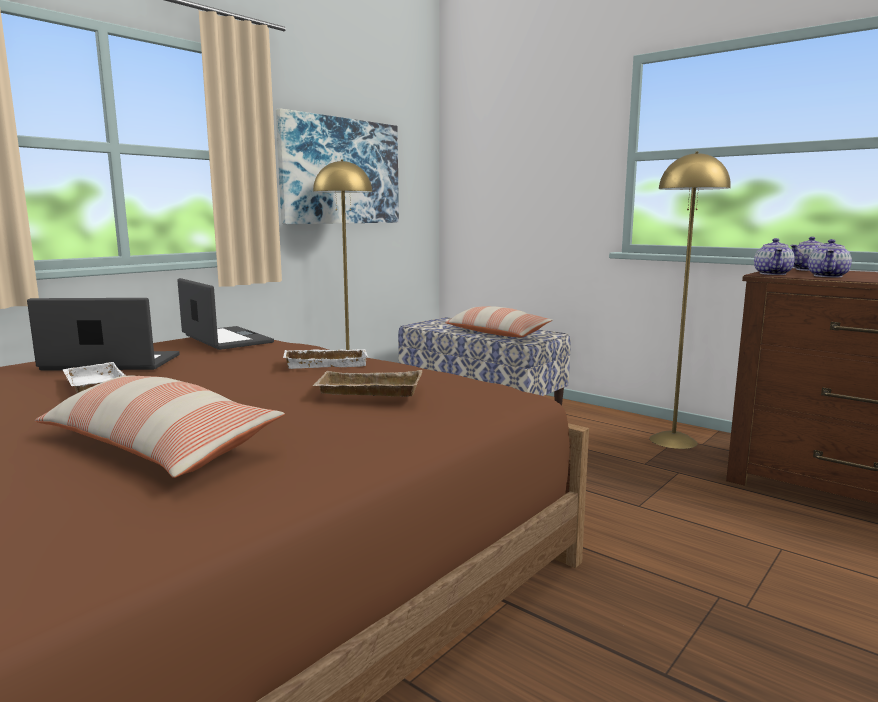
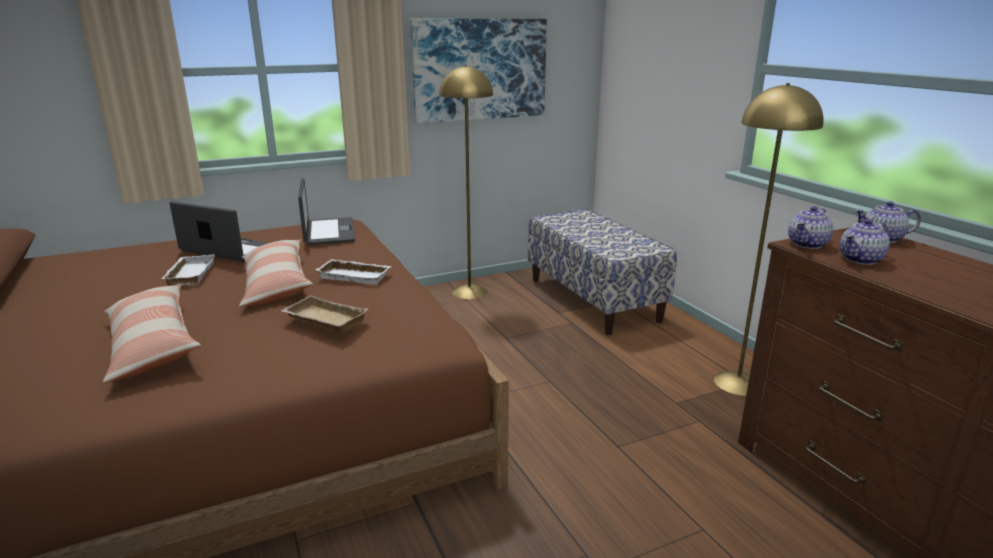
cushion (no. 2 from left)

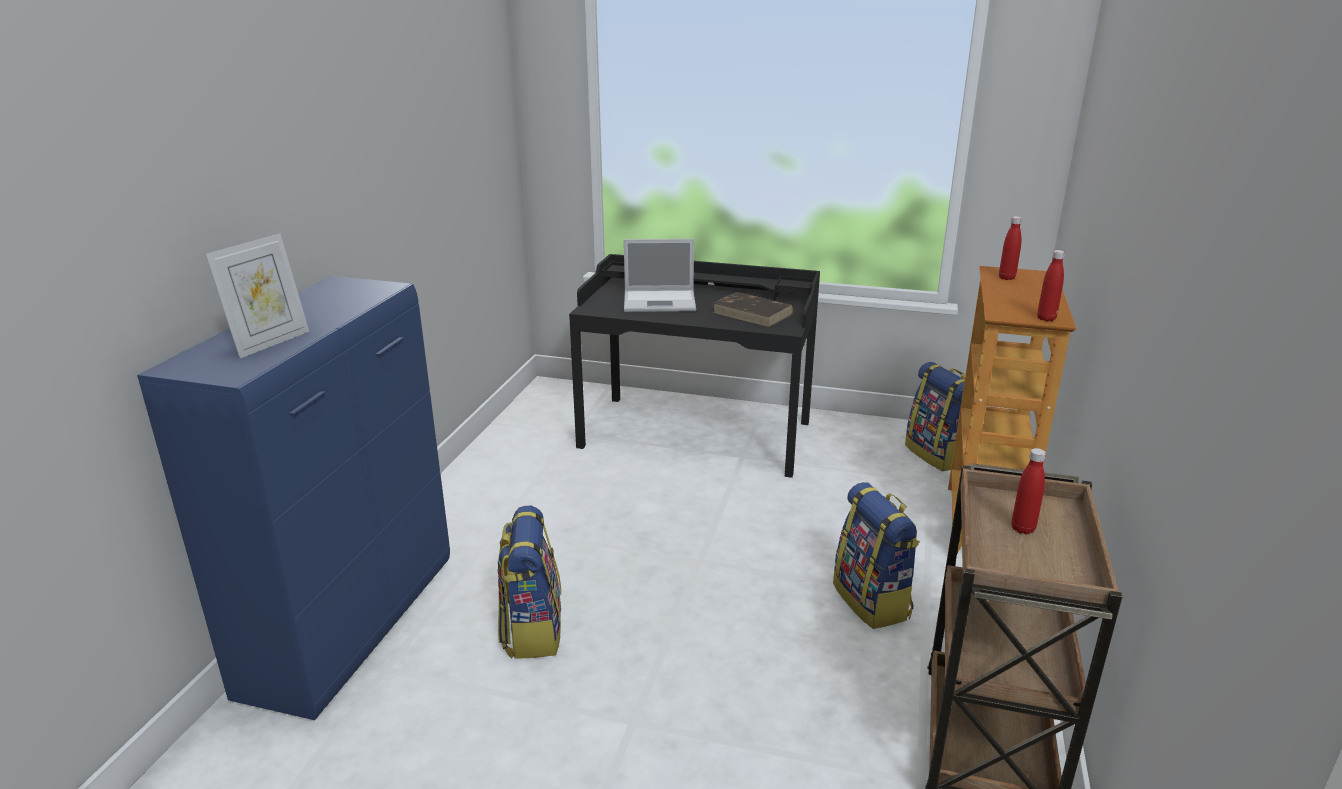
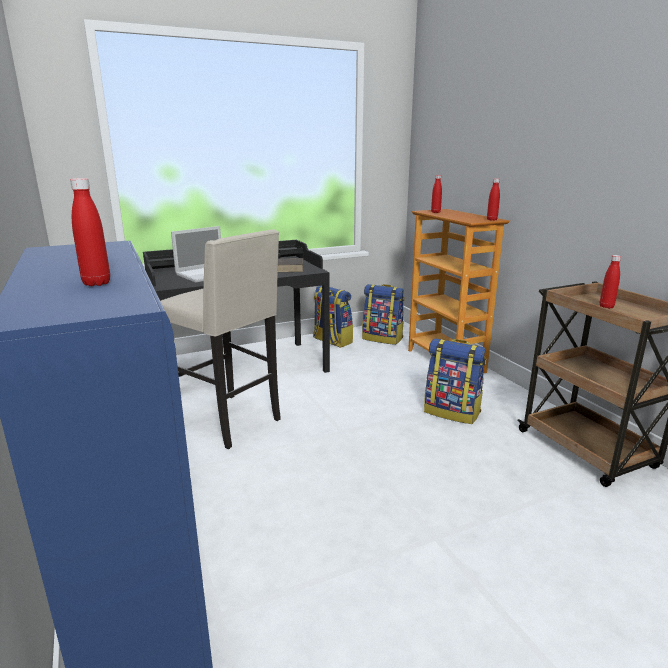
bottle in reddish (no. 1 from left)
stool in beige-coloured
rucksack (no. 1 from left)

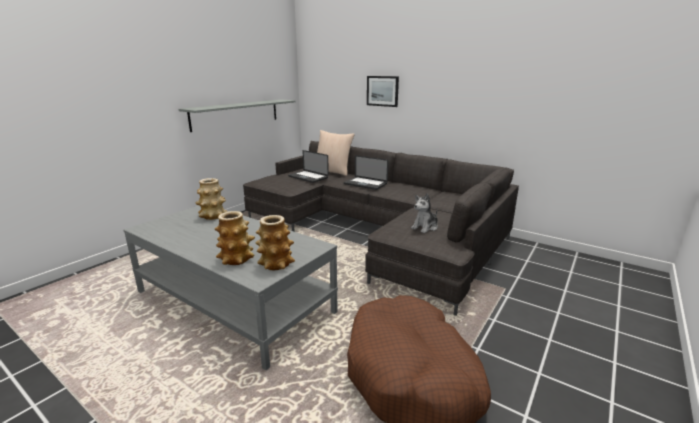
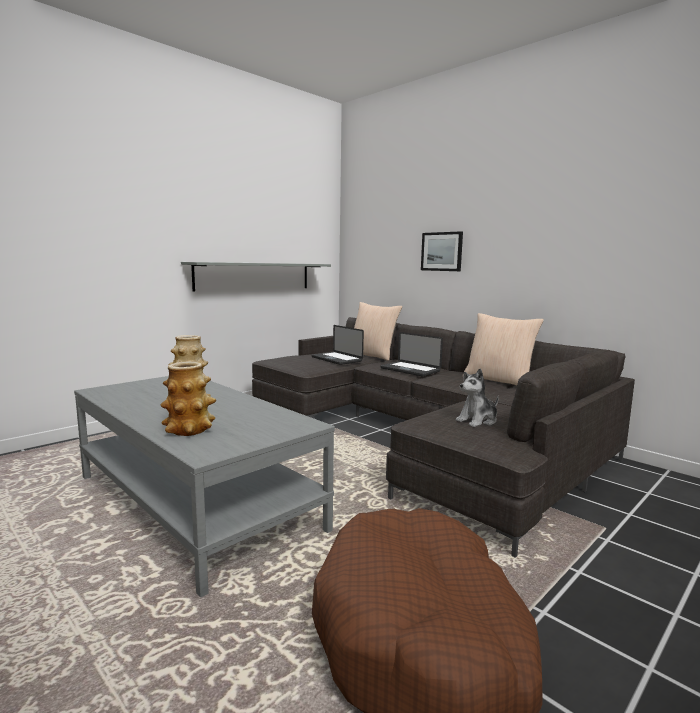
cushion in beige-coloured (no. 2 from left)
decorative vase (no. 3 from left in the first image)

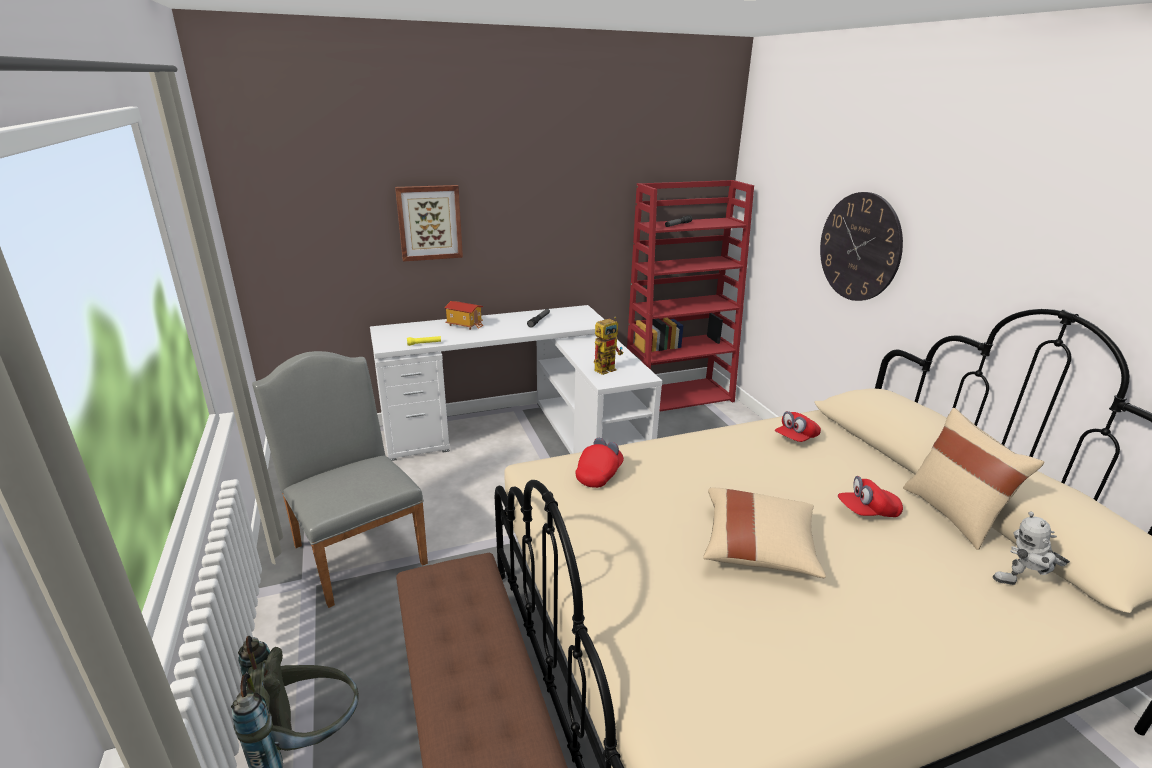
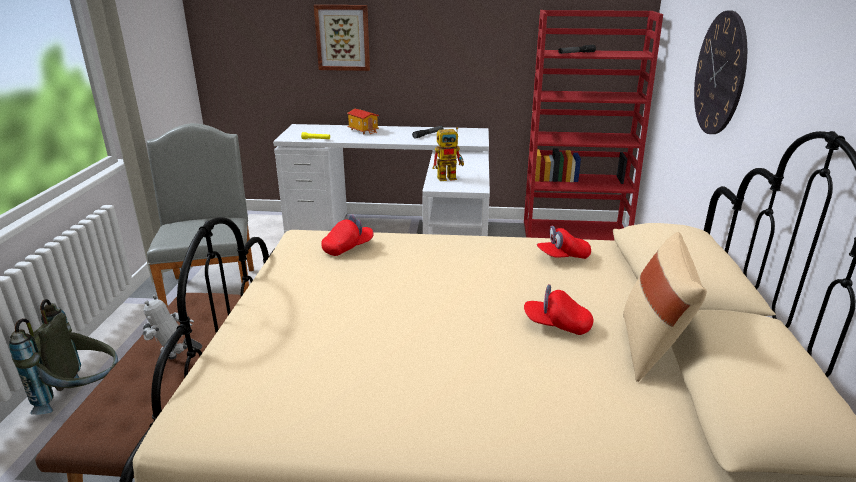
toy robot (no. 1 from left)
cushion in beige-coloured (no. 1 from left in the first image)

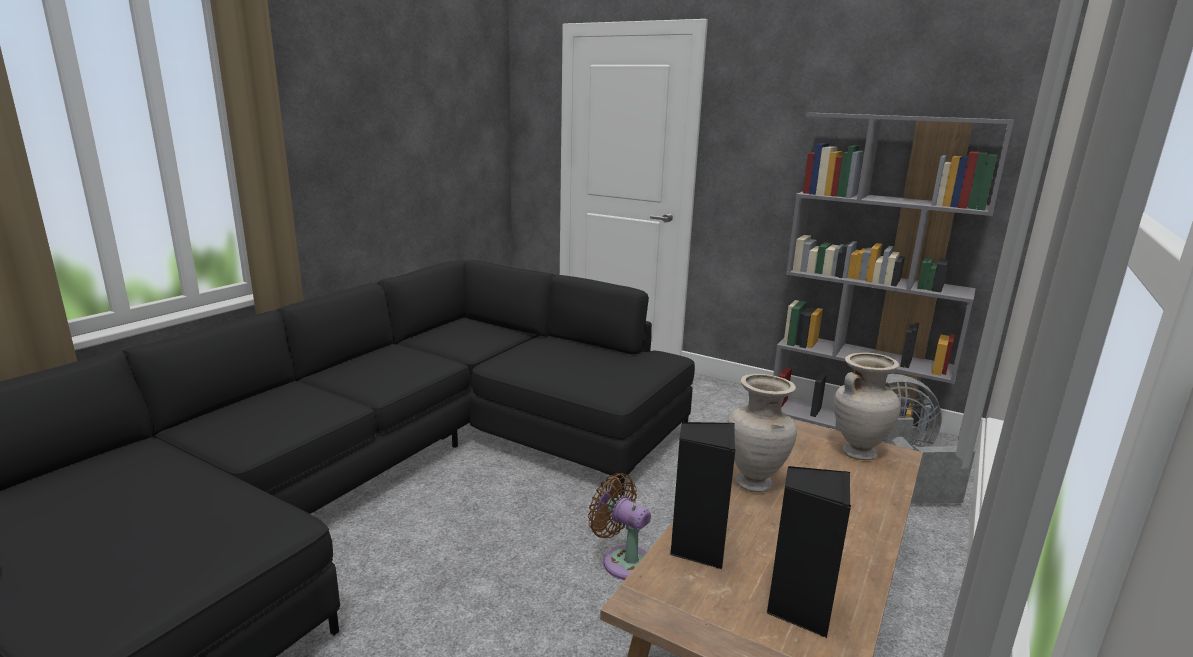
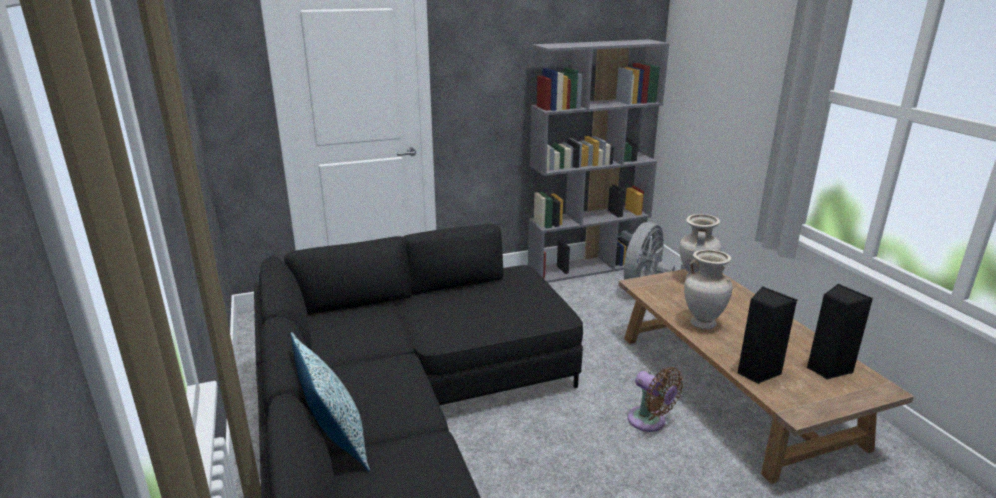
cushion
fan in brown

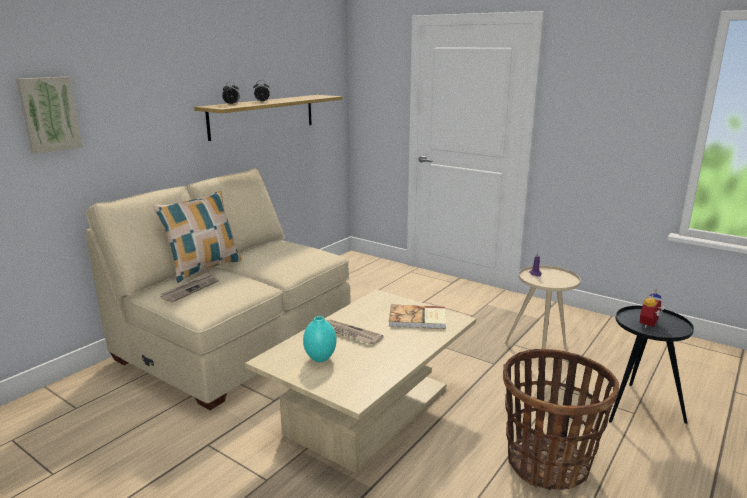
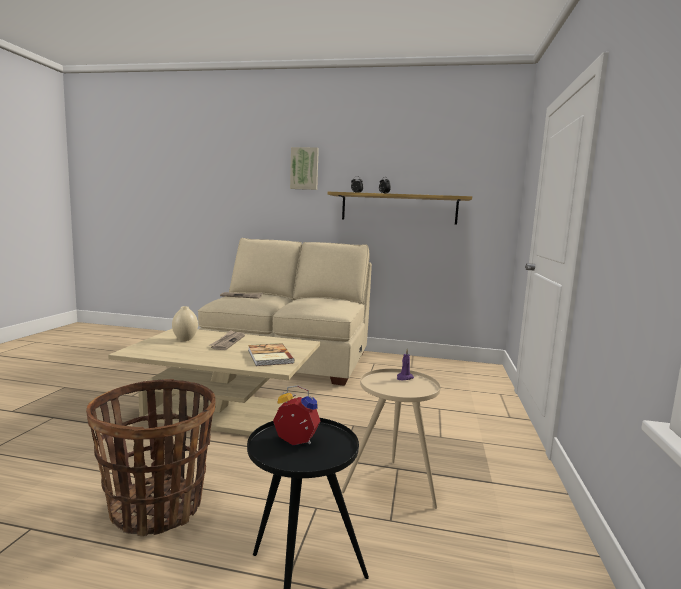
decorative vase in beige-coloured
picture
cushion

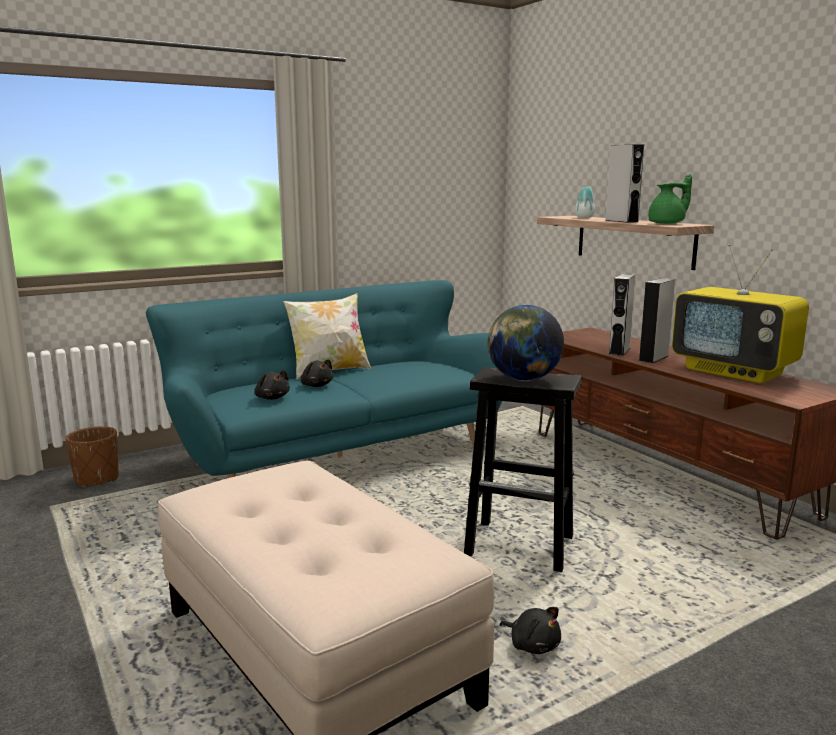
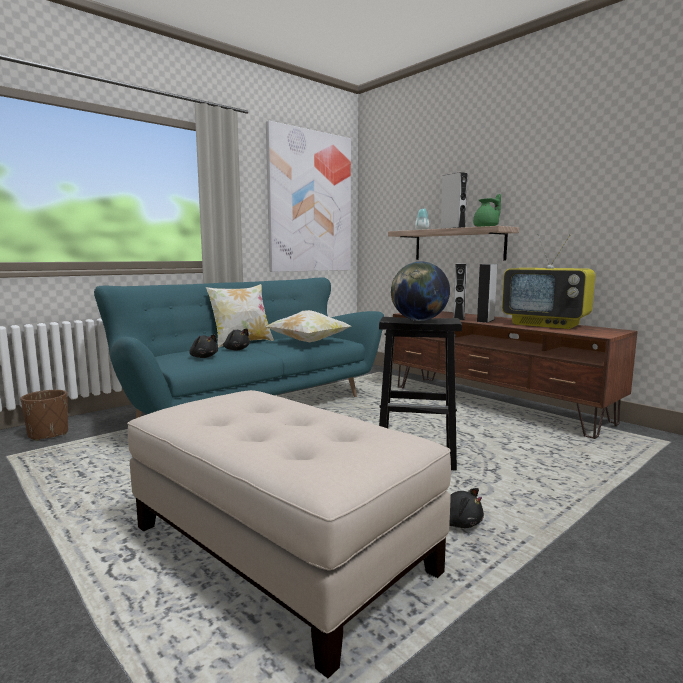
cushion (no. 2 from left)
picture

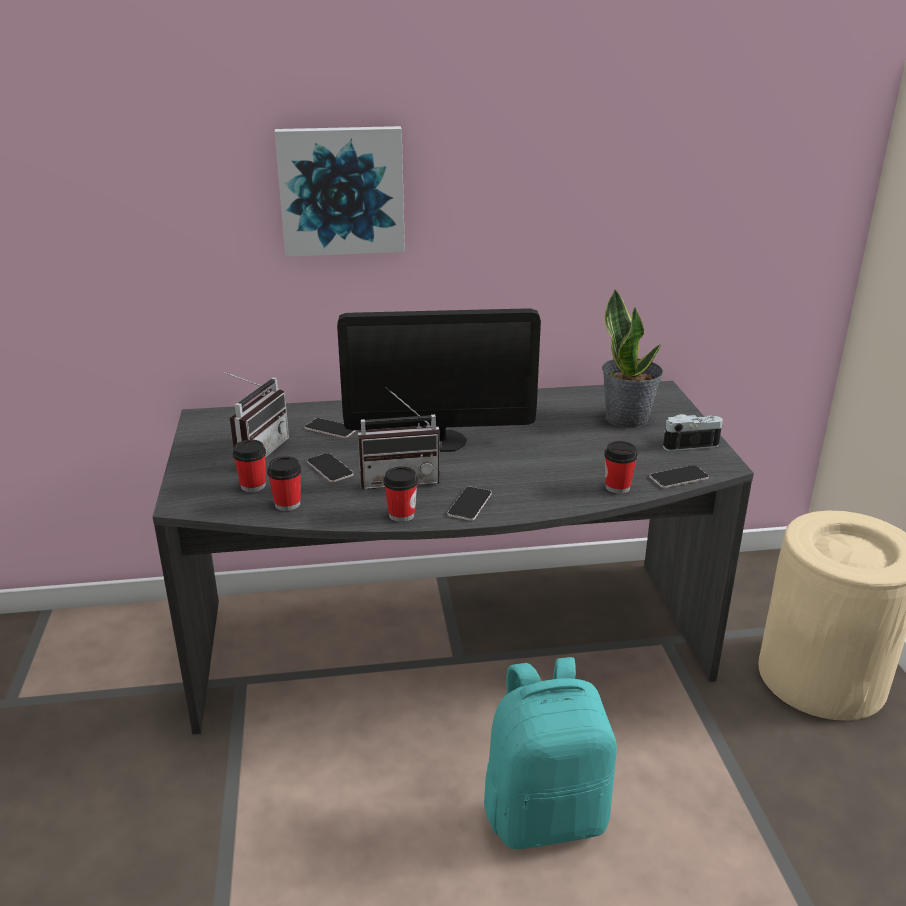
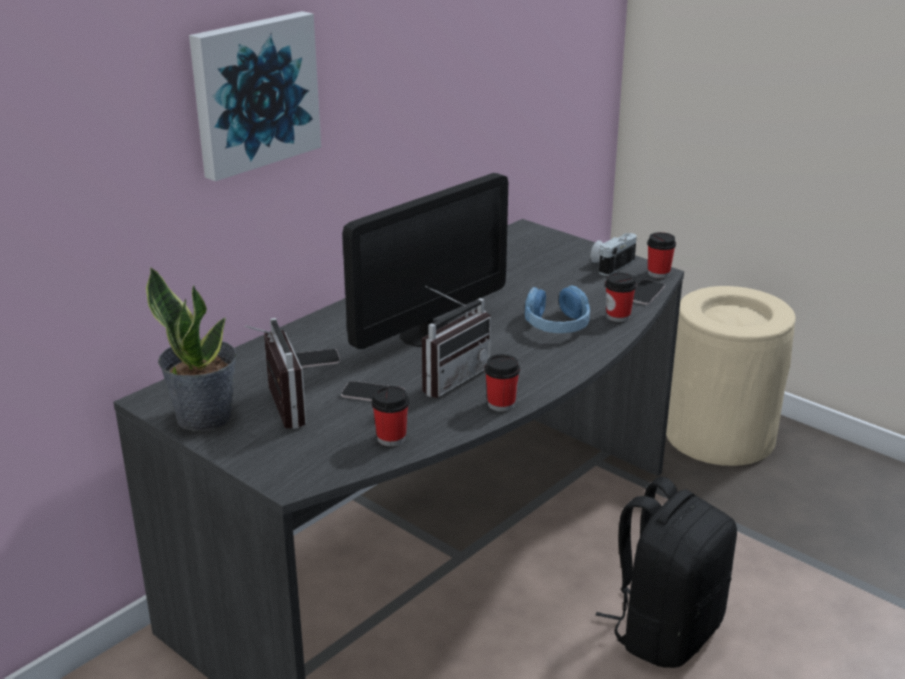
potted plant
headphones in blue-coloured
rucksack in blackish
drinking cup (no. 4 from left)
phone (no. 3 from left in the first image)

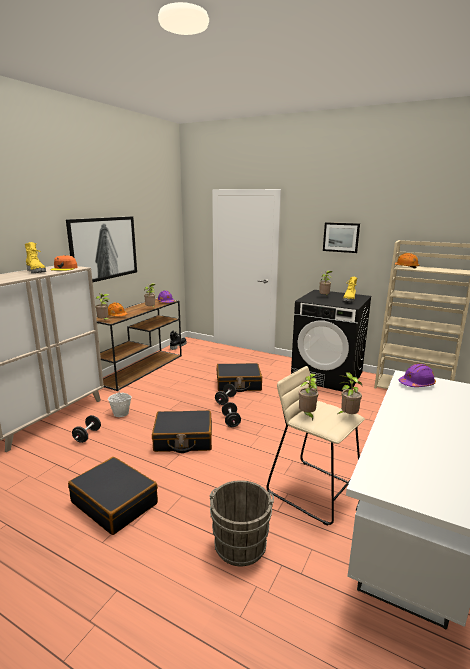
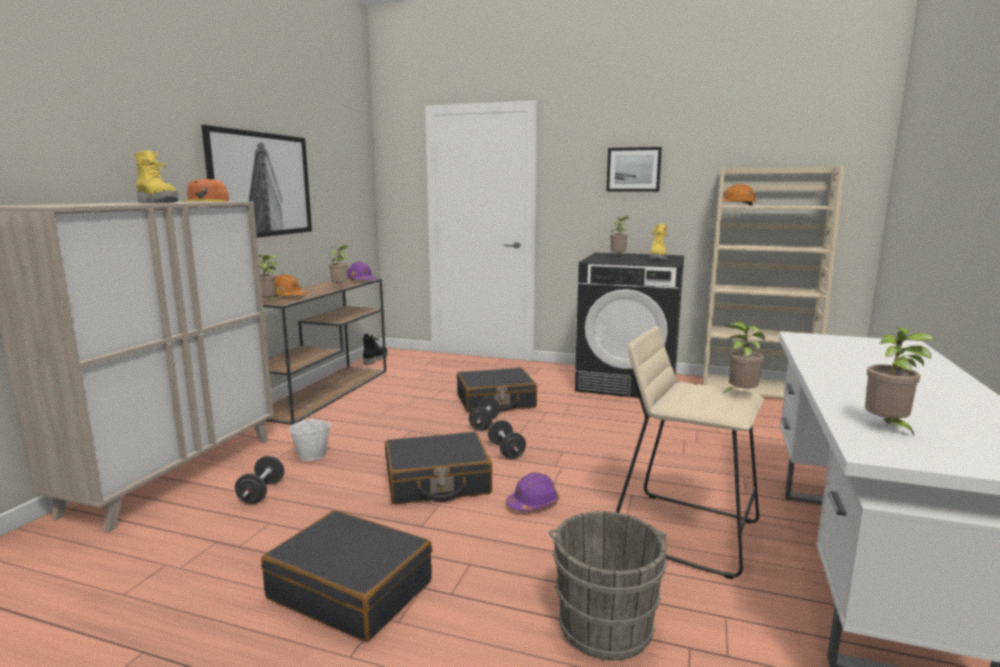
safety helmet in purple (no. 2 from left)
potted plant (no. 5 from left)

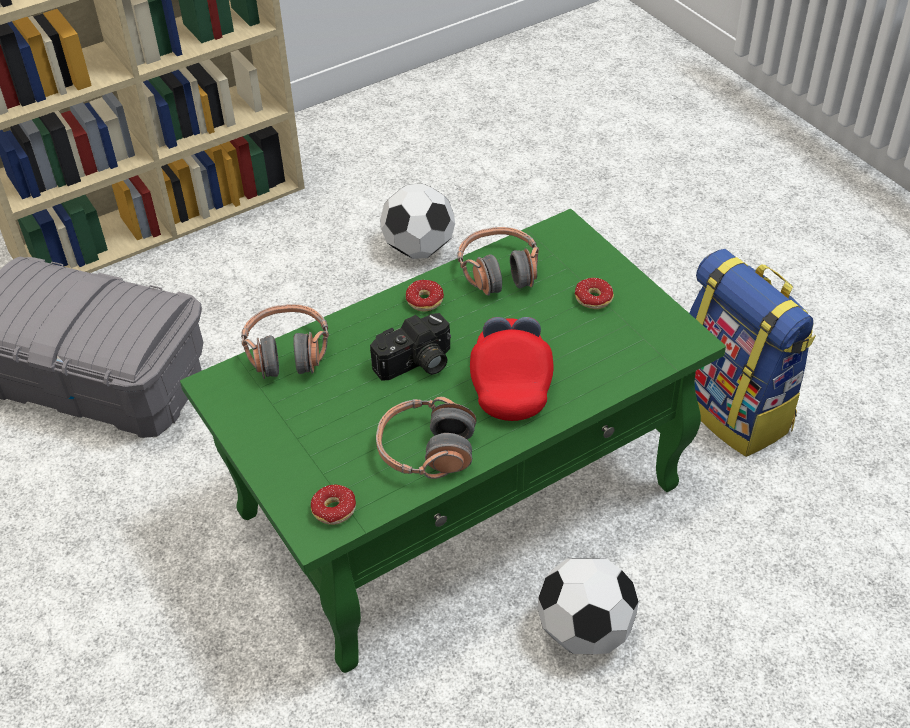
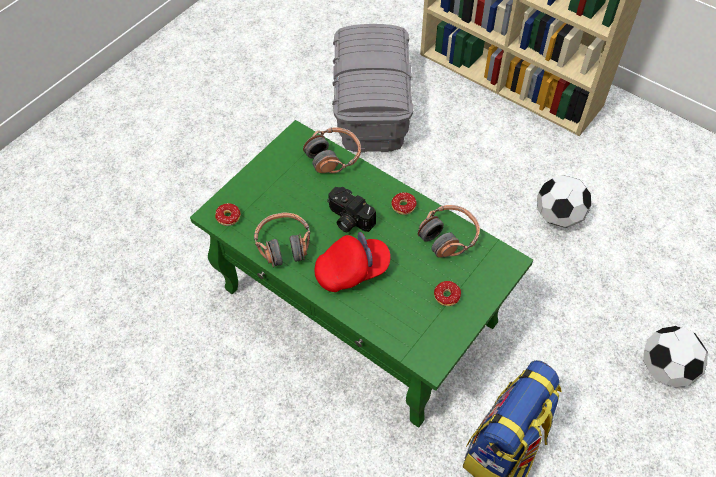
football (no. 2 from left)

